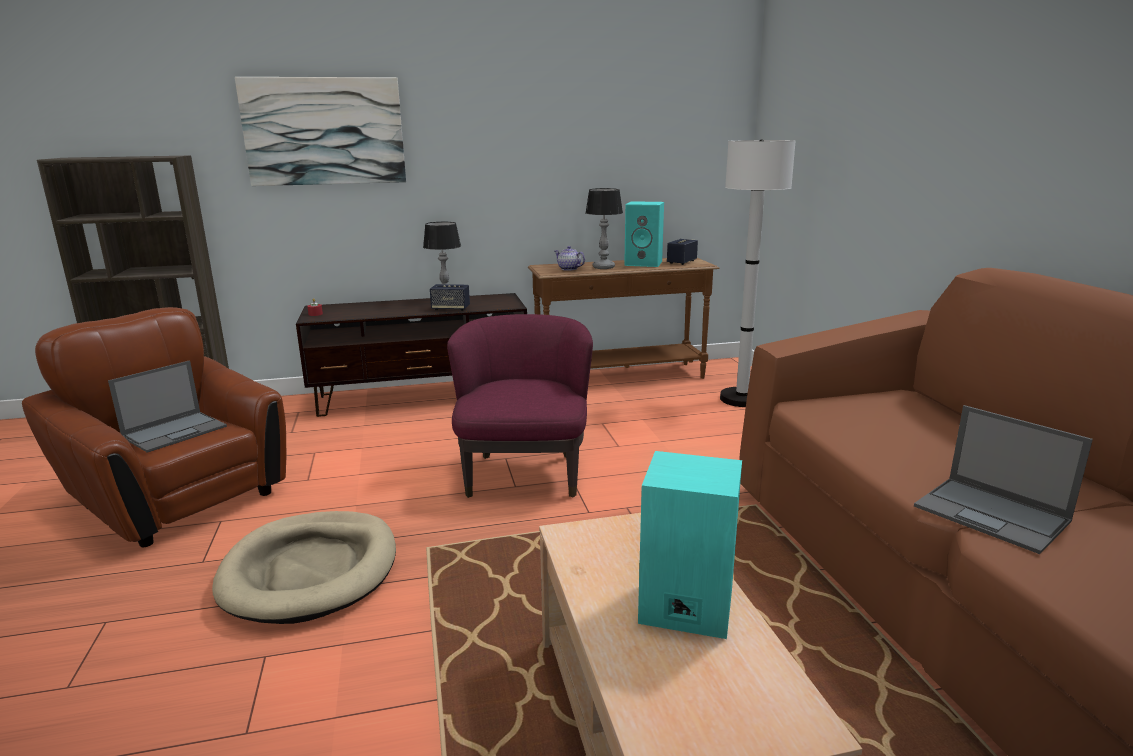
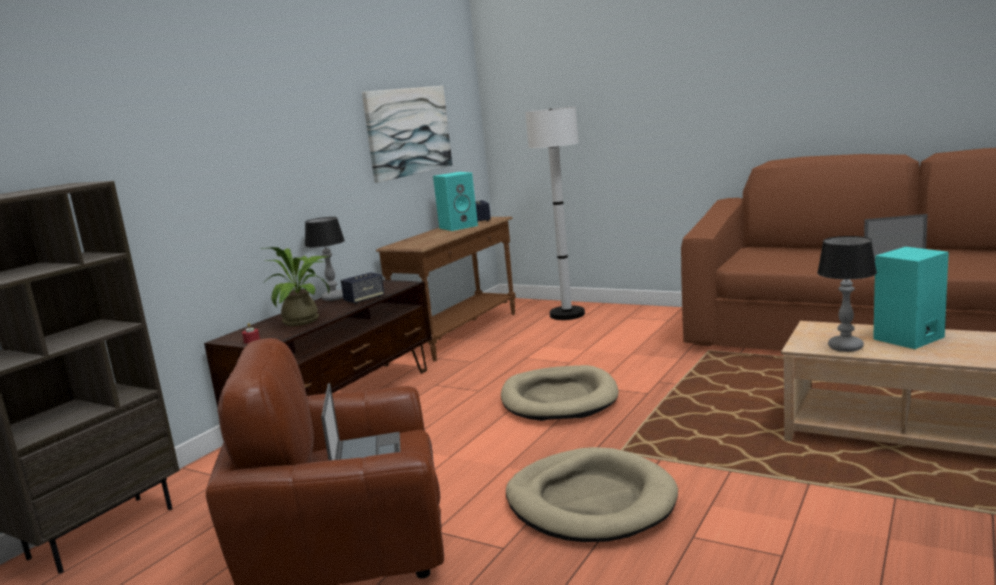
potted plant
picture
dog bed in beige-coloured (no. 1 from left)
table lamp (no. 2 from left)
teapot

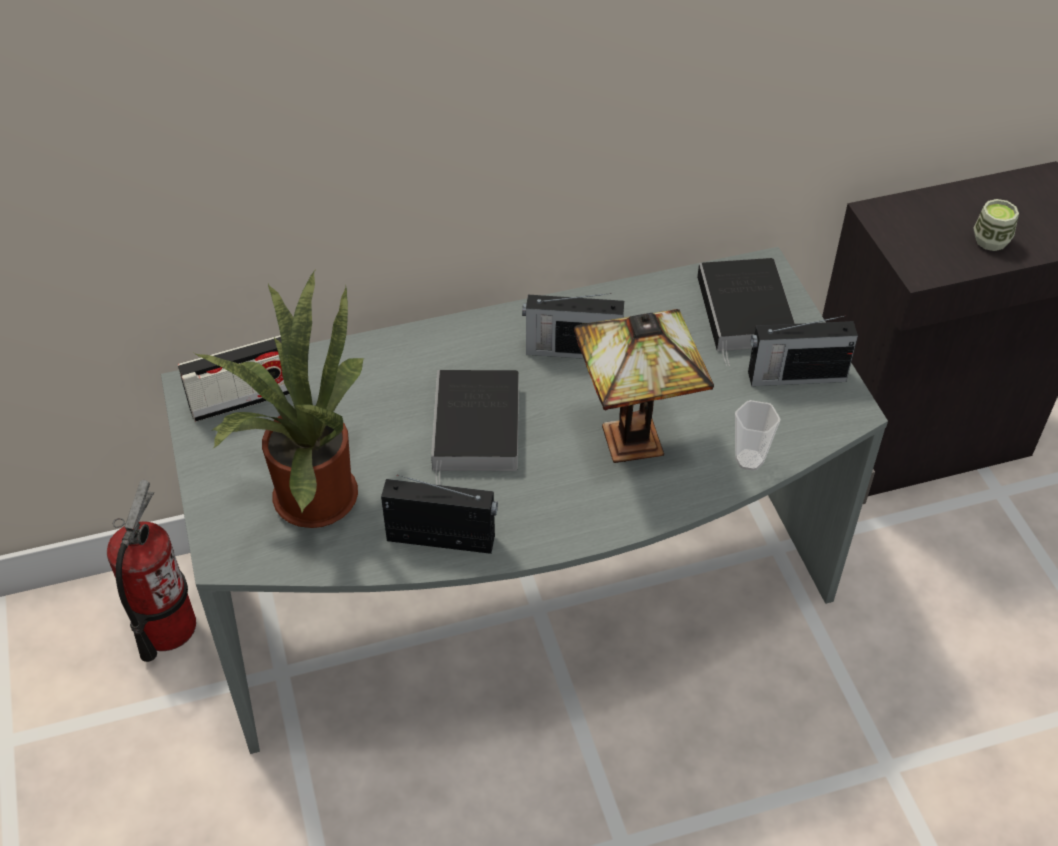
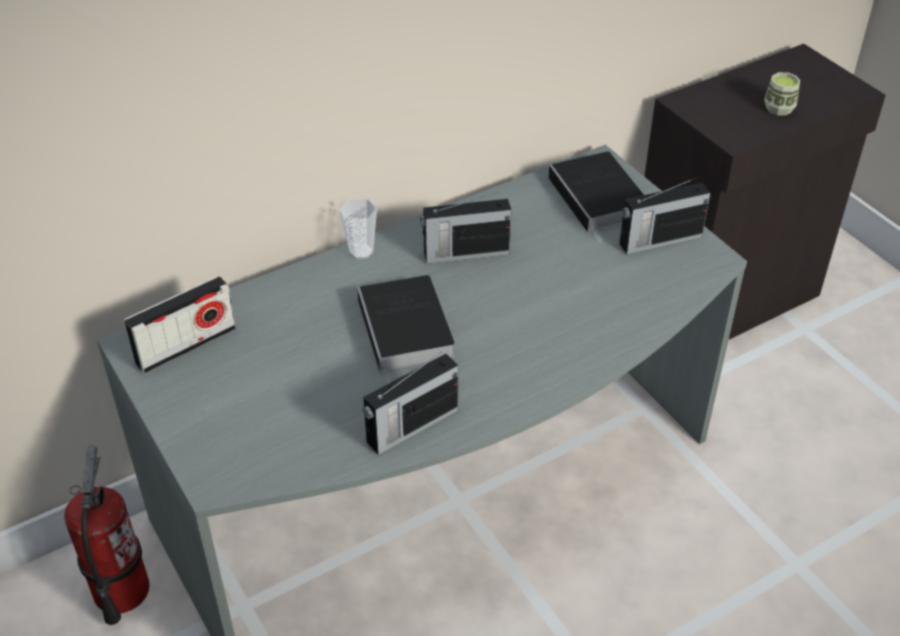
drinking cup (no. 1 from left)
radio receiver (no. 2 from left)
potted plant
table lamp

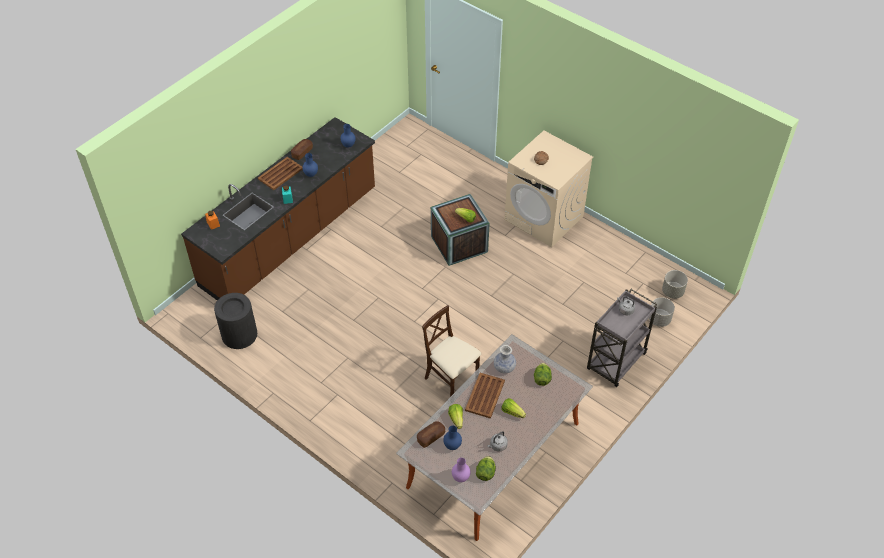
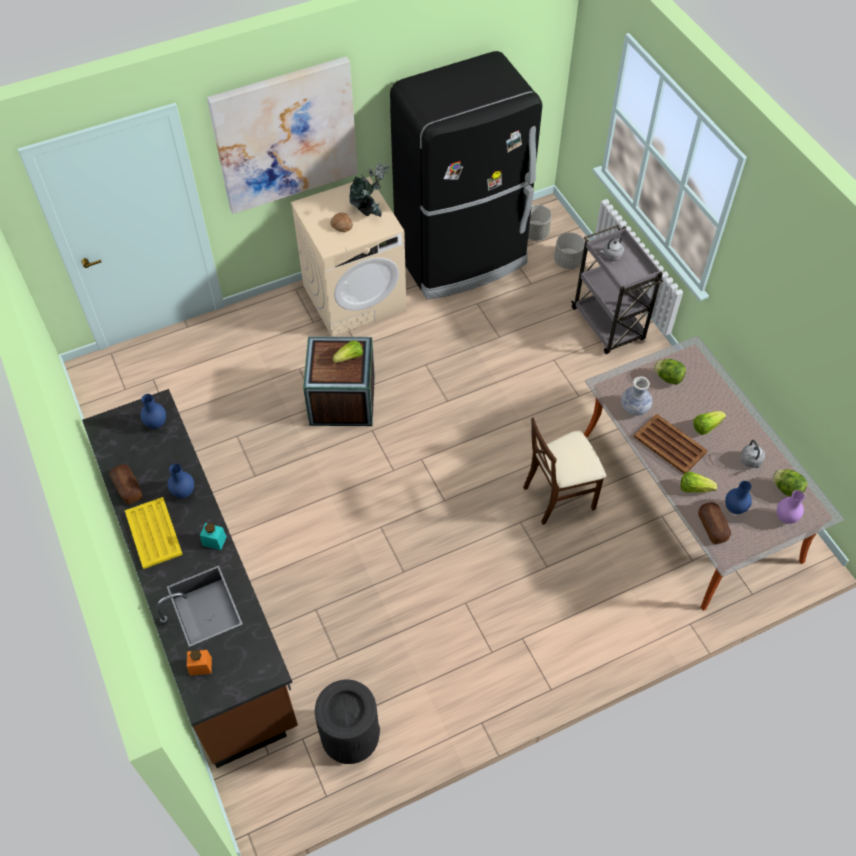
serving tray in yellow-coloured
picture
potted plant
fridge in blackish

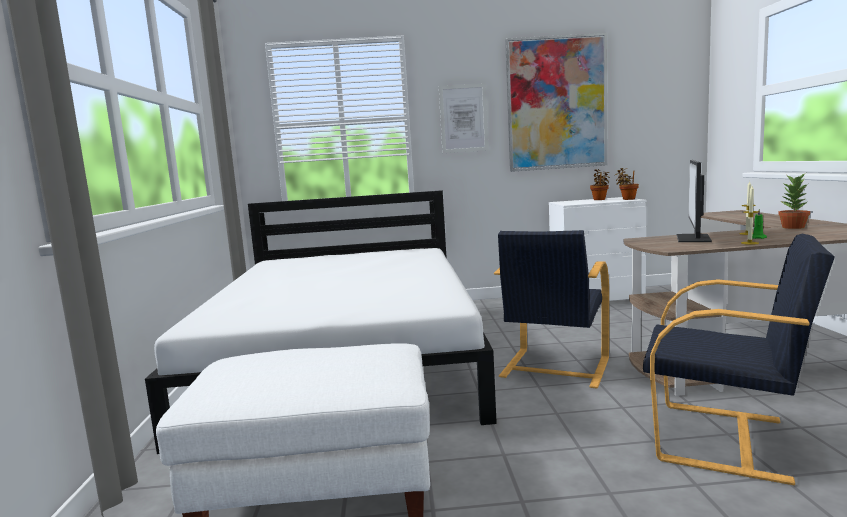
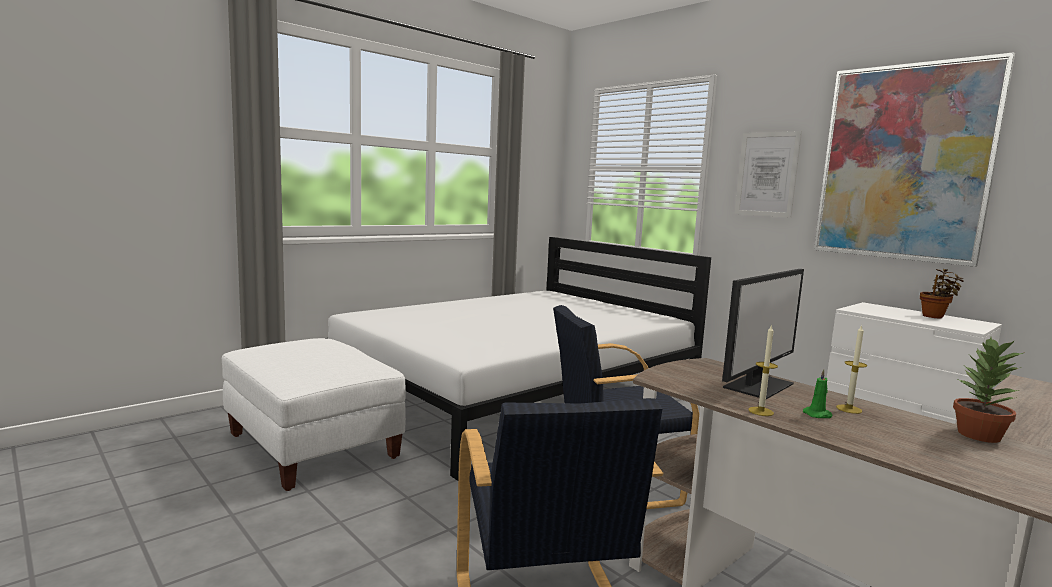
computer screen
potted plant (no. 2 from left in the first image)

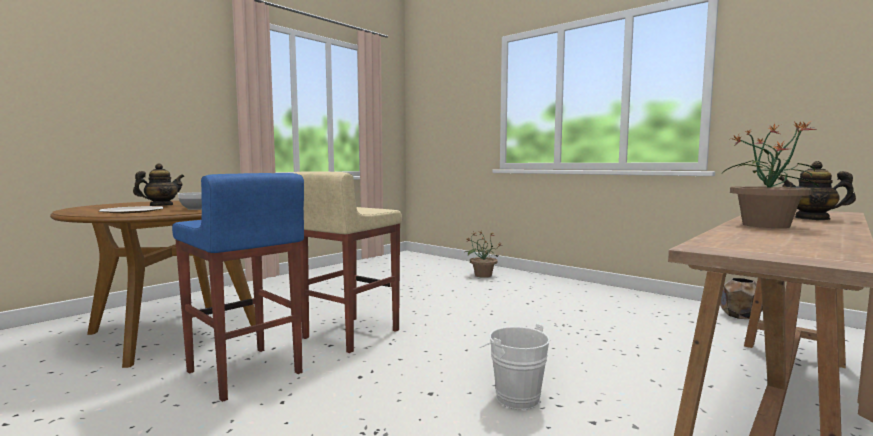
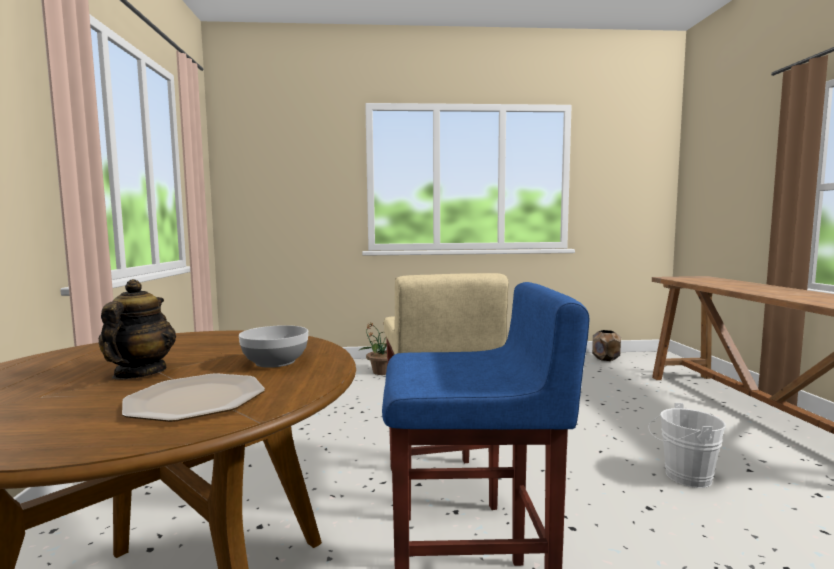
potted plant (no. 2 from left in the first image)
teapot (no. 2 from left in the first image)

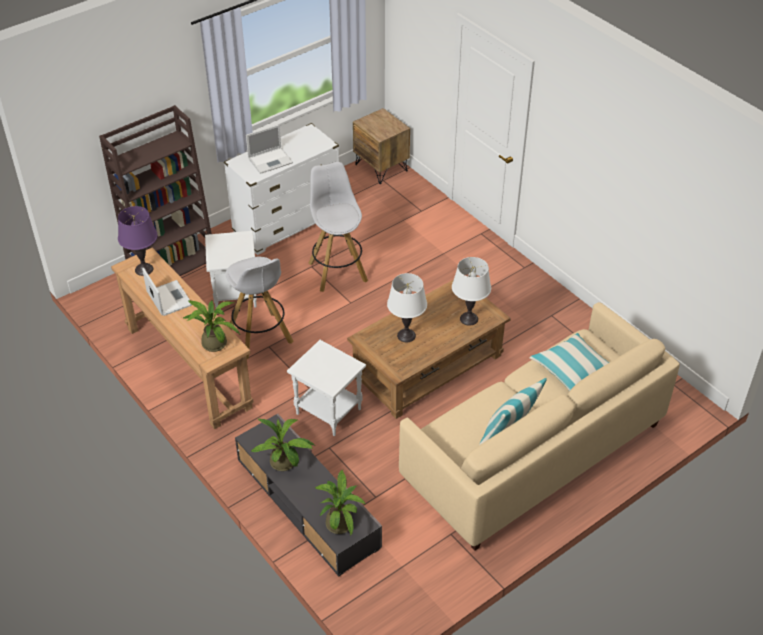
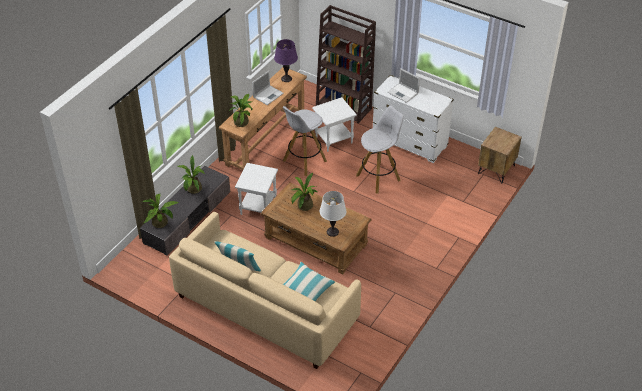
potted plant (no. 4 from left)

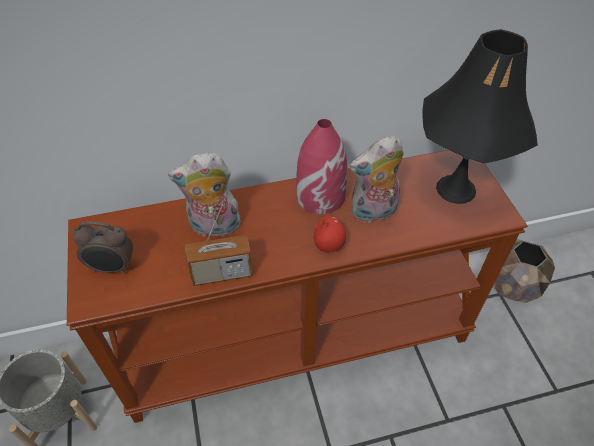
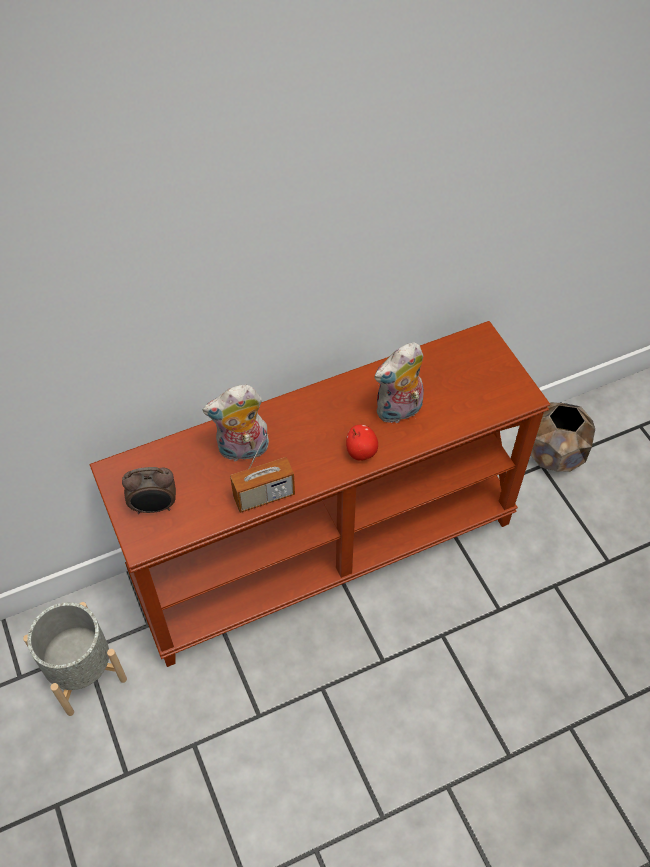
decorative vase in reddish
table lamp in blackish

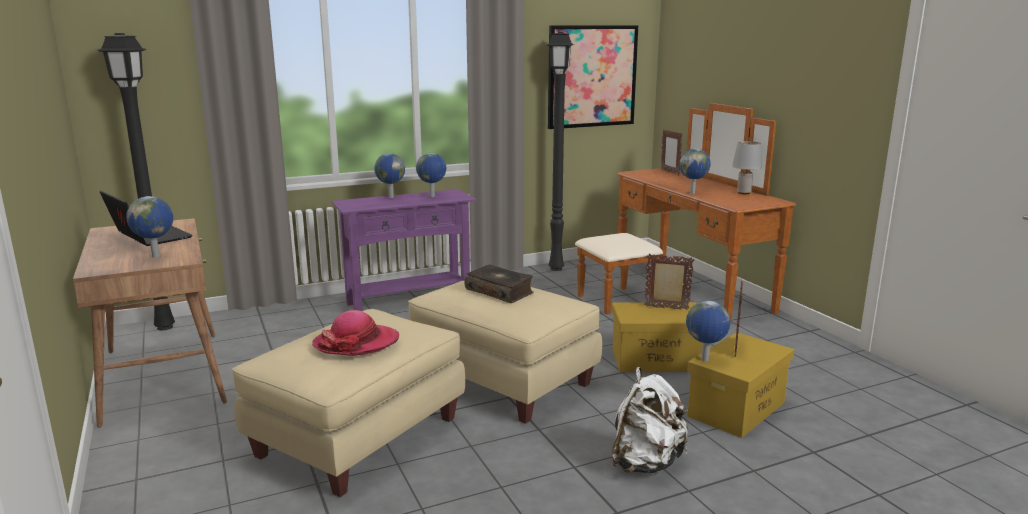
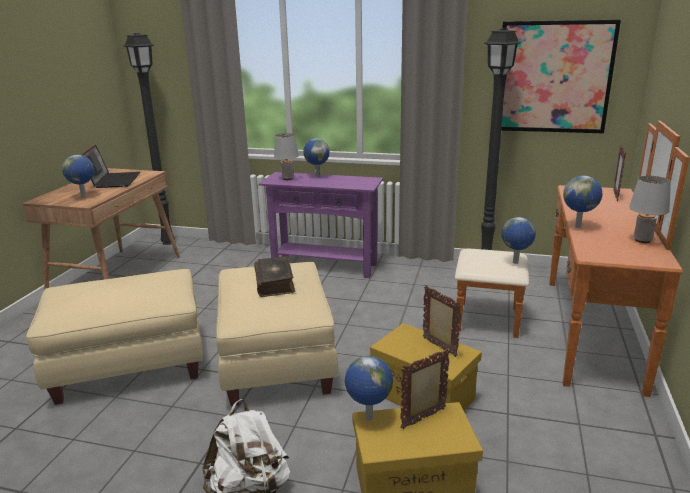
table lamp in greyish (no. 1 from left)
desk globe (no. 4 from left)
hat

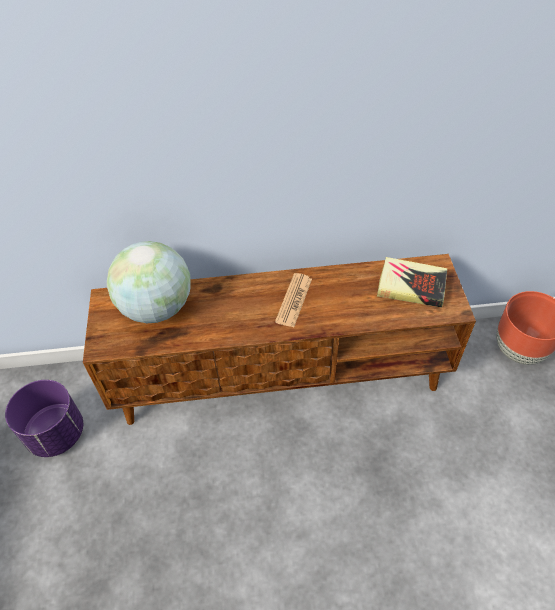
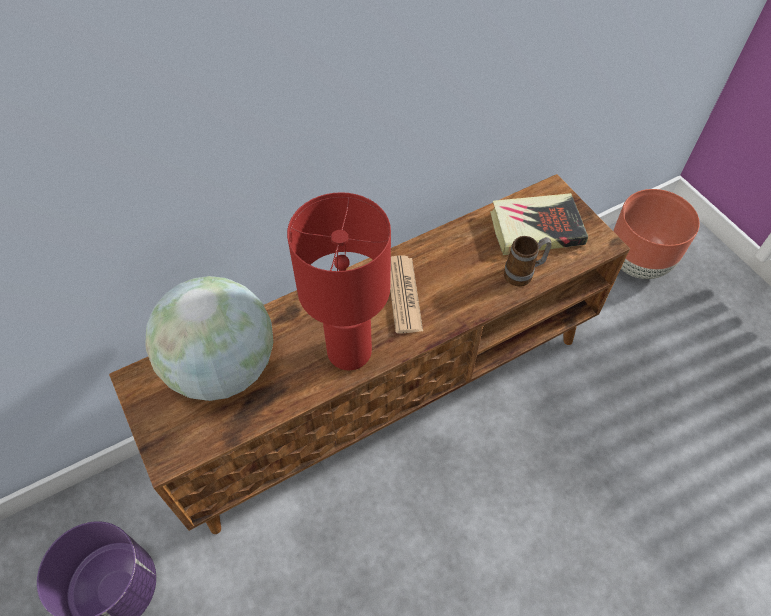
table lamp in reddish
coffee mug

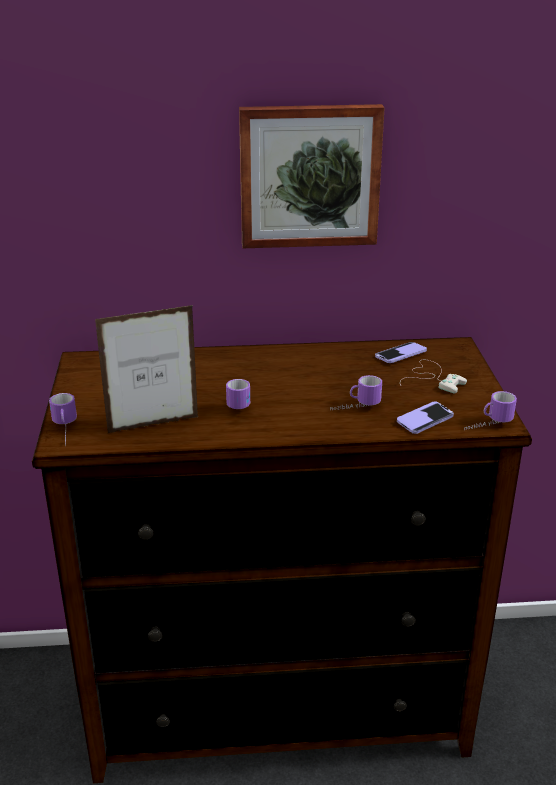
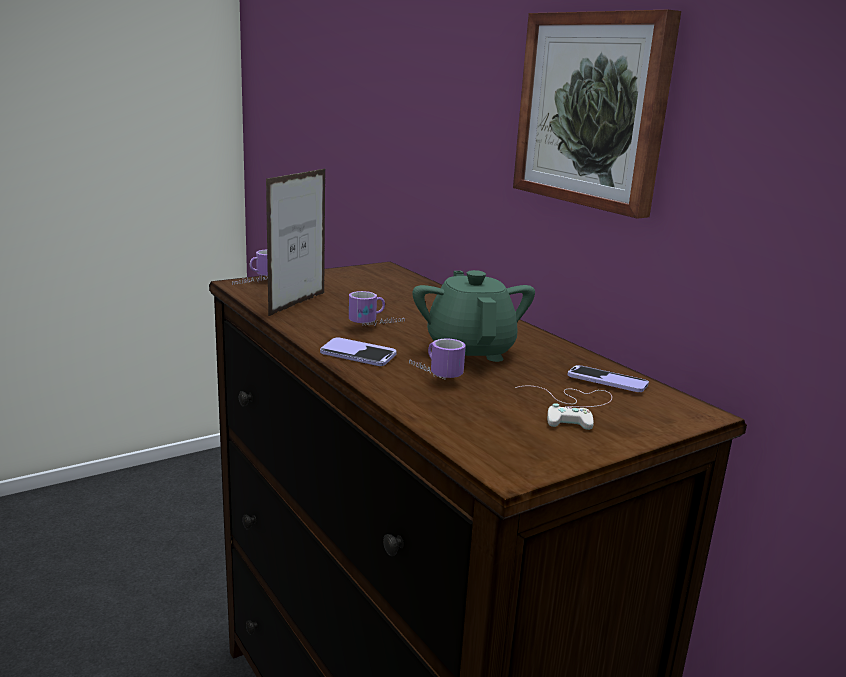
picture frame
phone (no. 1 from left)
teapot in green-coloured
coffee mug (no. 4 from left in the first image)

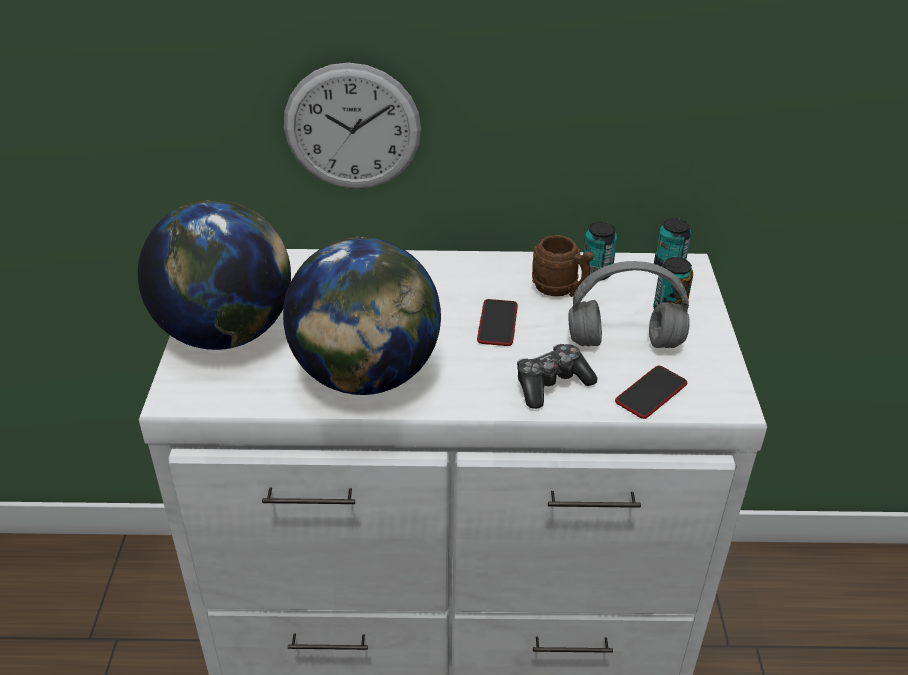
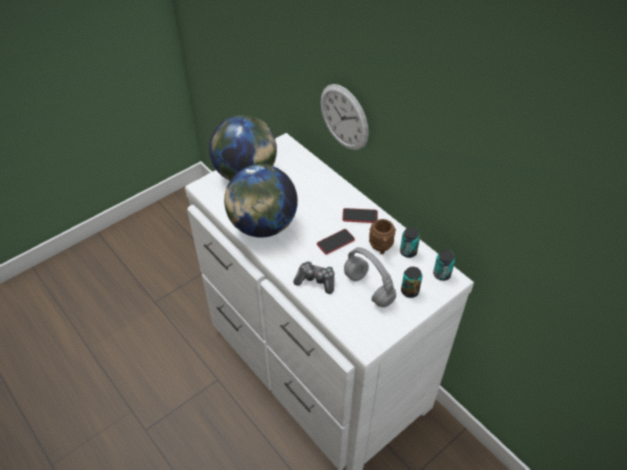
phone (no. 2 from left)

